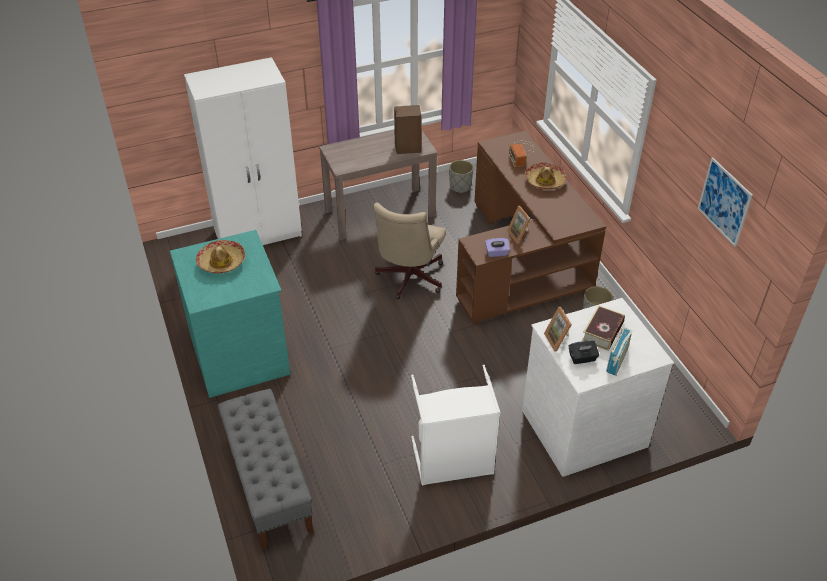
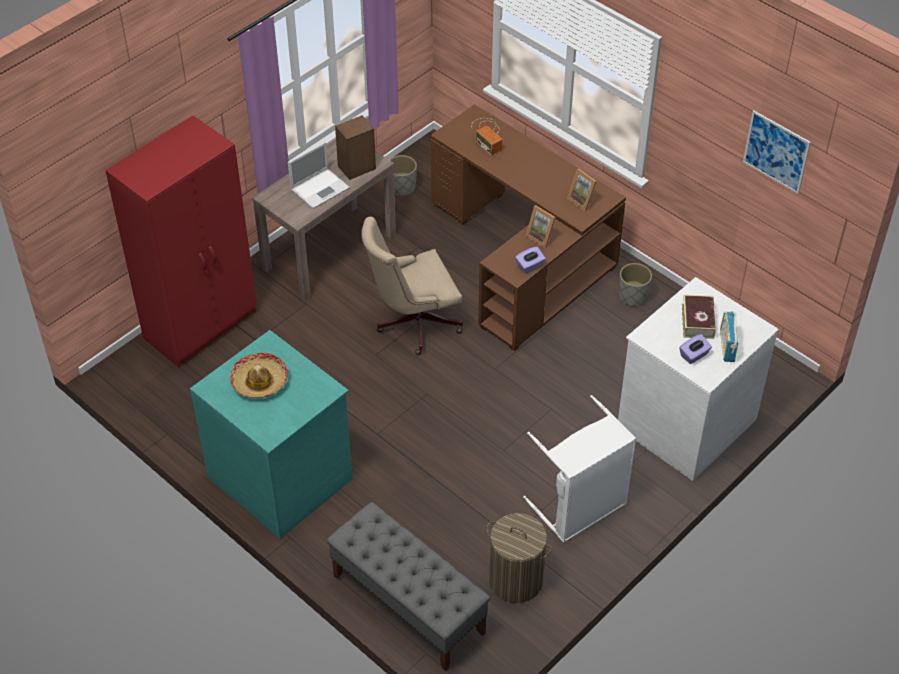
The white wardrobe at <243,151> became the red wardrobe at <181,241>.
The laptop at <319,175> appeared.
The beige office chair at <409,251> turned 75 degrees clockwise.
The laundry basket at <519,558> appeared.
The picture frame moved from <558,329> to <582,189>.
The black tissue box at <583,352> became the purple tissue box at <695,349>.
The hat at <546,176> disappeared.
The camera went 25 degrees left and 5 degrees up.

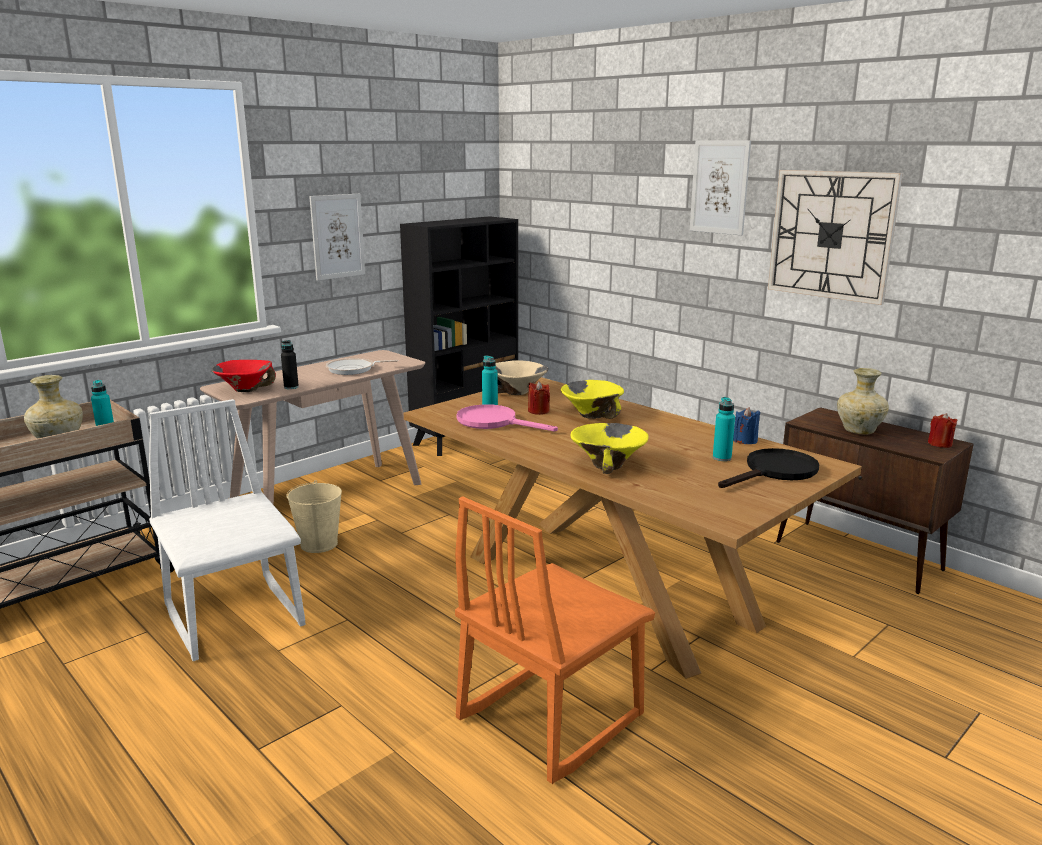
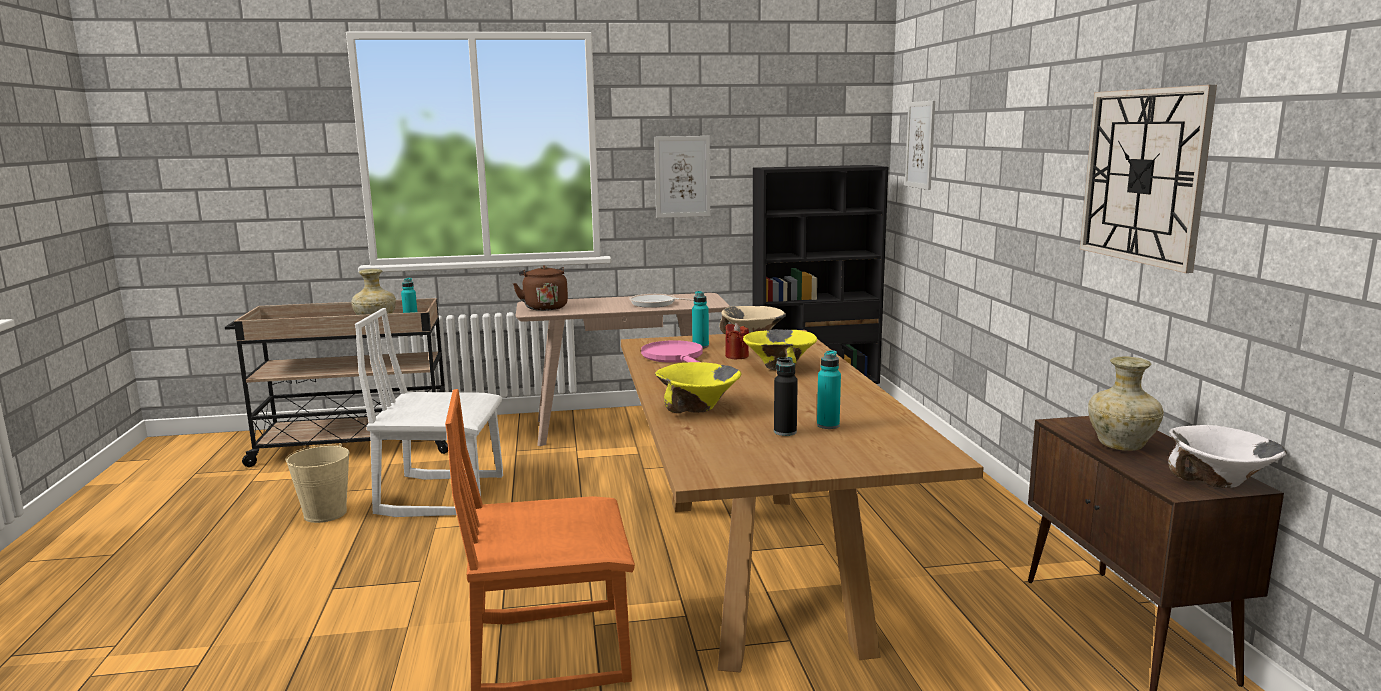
The beige bucket moved from <314,516> to <317,483>.
The white chair at <227,530> turned 90 degrees counterclockwise.
The red bowl at <243,376> was replaced by the brown kettle at <540,288>.
The black bottle moved from <290,364> to <786,396>.
The picture moved from <720,187> to <920,145>.
The red candle at <942,430> was replaced by the white bowl at <1227,456>.
The black frying pan at <768,468> disappeared.
The blue candle at <746,425> disappeared.
The camera went 35 degrees right and 5 degrees down.

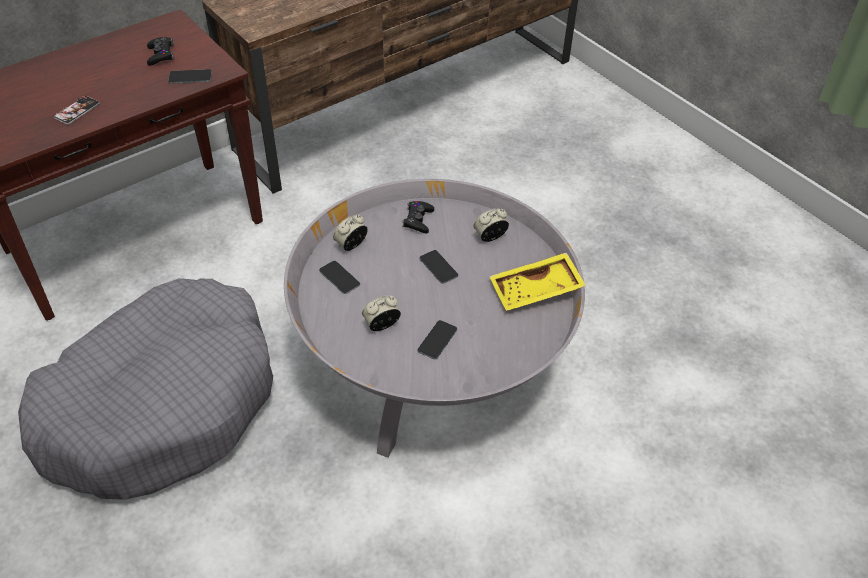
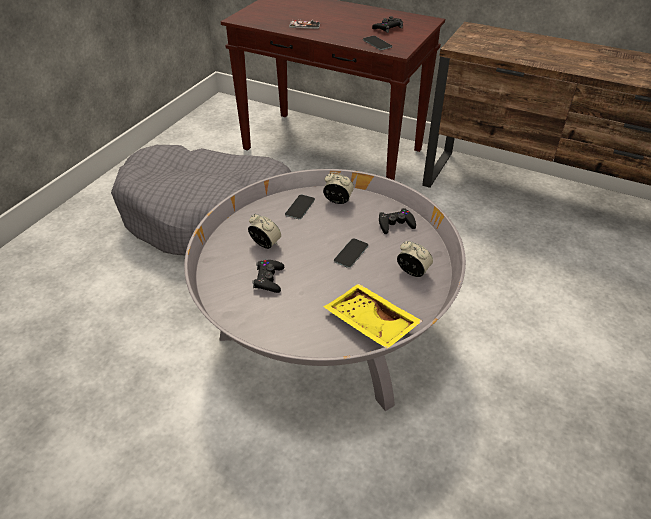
The phone at <437,339> was replaced by the black game controller at <268,276>.
The camera went 65 degrees right and 5 degrees down.

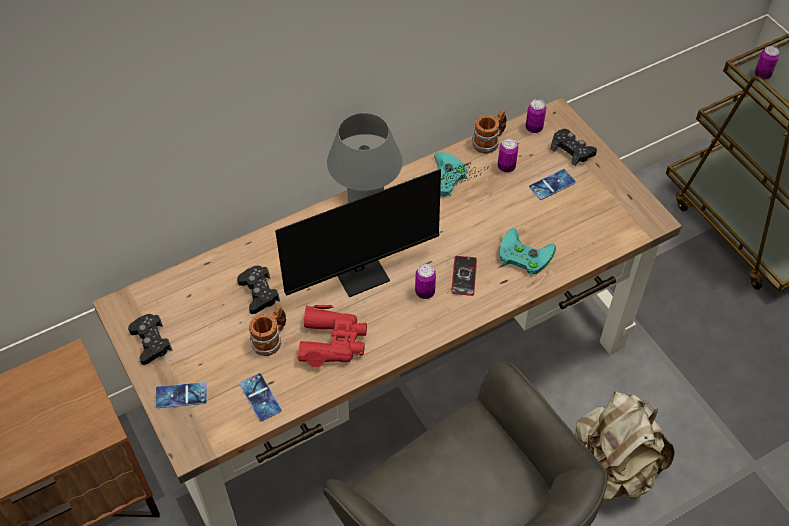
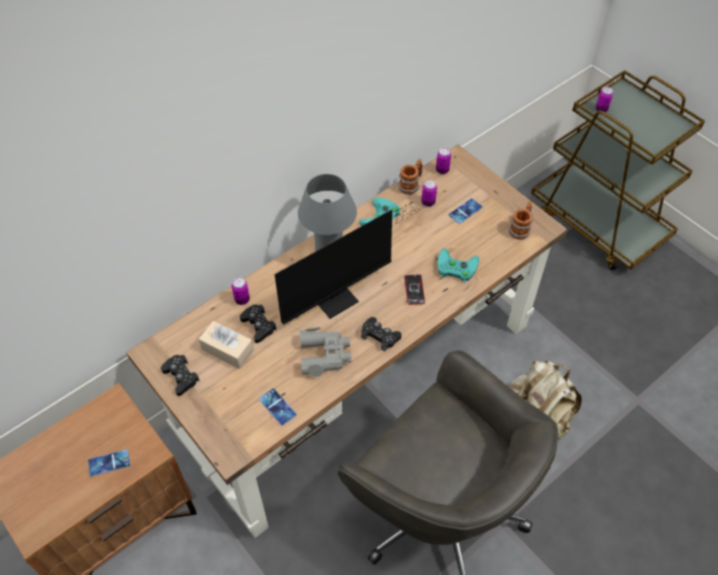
The phone moved from <181,395> to <109,462>.
The beige tissue box at <226,345> appeared.
The can moved from <425,281> to <241,291>.
The red binoculars at <332,336> became the grey binoculars at <325,352>.
The black game controller moved from <574,147> to <381,334>.
The mug moved from <267,330> to <521,220>.
The camera went 10 degrees left and 0 degrees up.

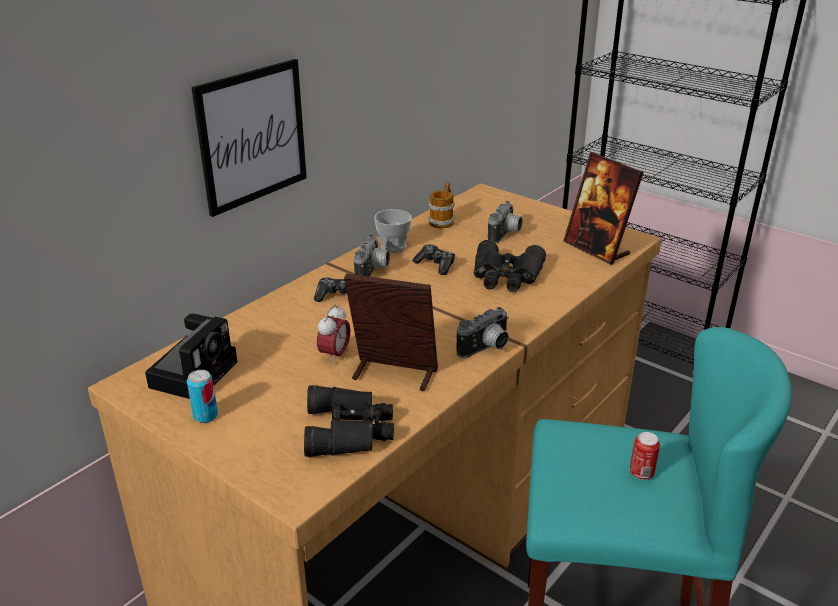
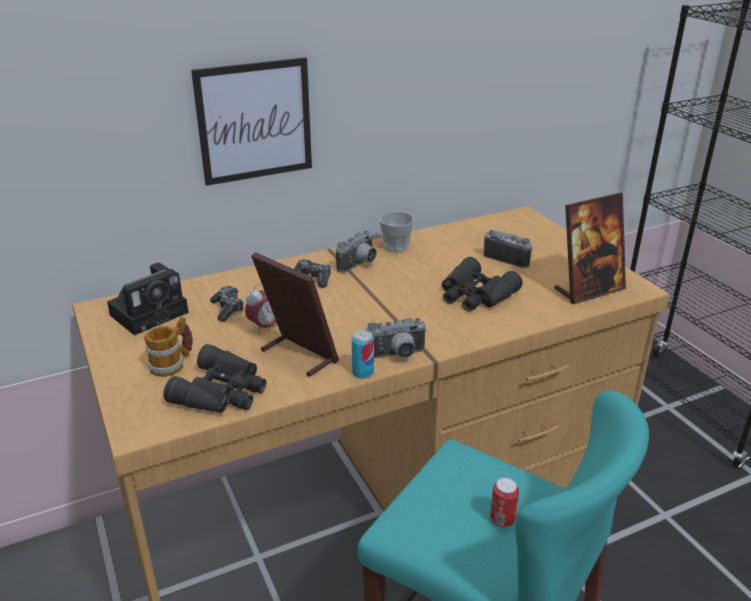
The mug moved from <441,205> to <168,347>.
The game controller moved from <434,259> to <227,303>.
The can moved from <202,396> to <363,354>.
The photo camera at <505,222> turned 105 degrees counterclockwise.
The picture frame at <603,208> turned 105 degrees counterclockwise.
The camera went 25 degrees right and 0 degrees up.

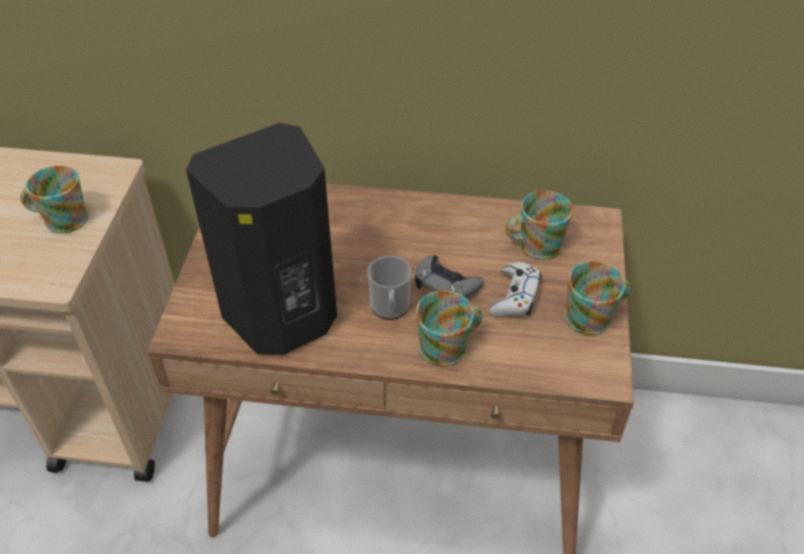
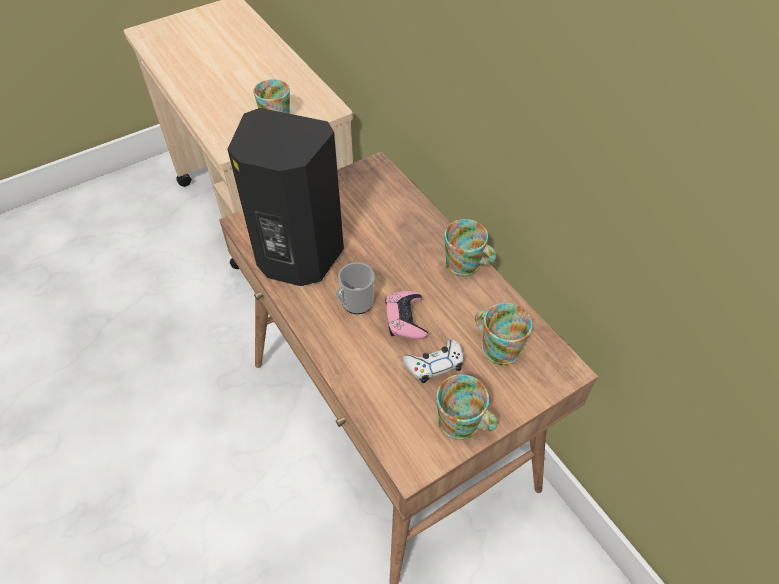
The grey game controller at <449,276> became the pink game controller at <406,315>.
The mug moved from <449,328> to <470,247>.
The camera went 50 degrees right and 5 degrees up.

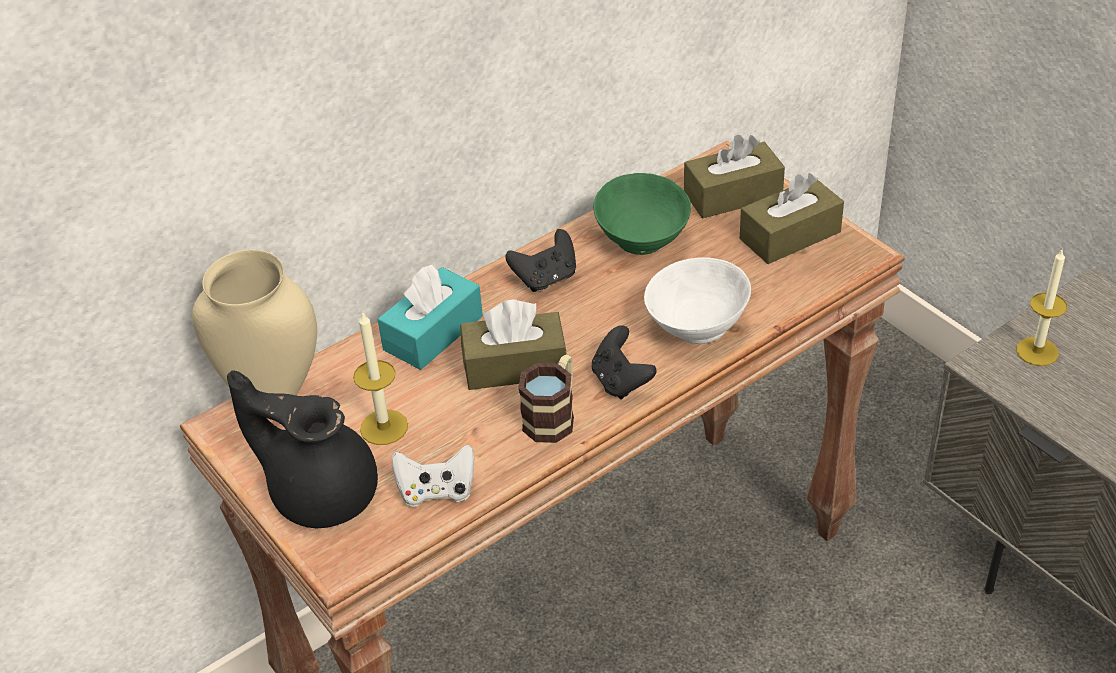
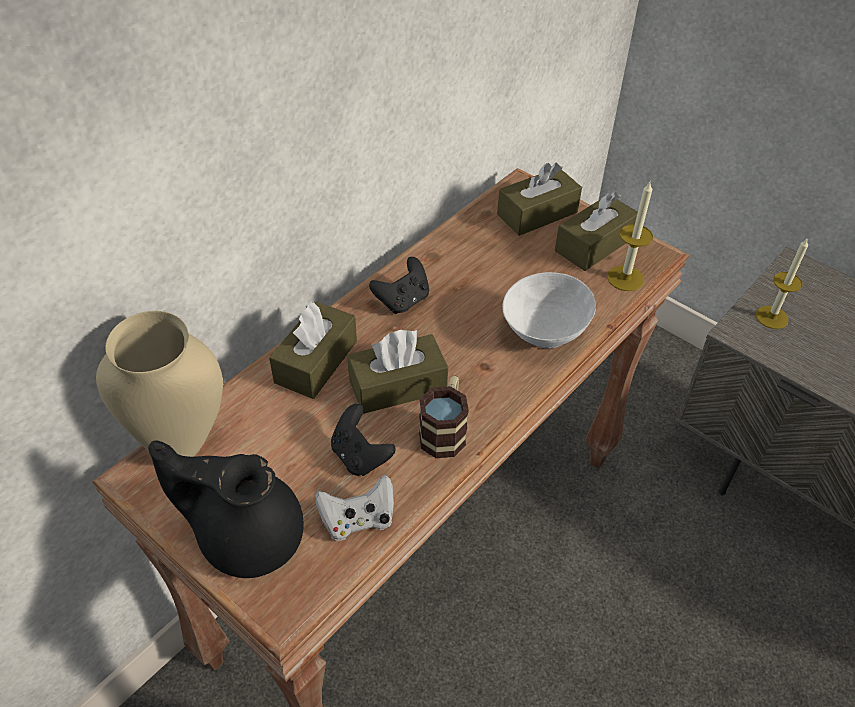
The turquoise tissue box at <430,317> became the brown tissue box at <313,350>.
The black game controller moved from <624,362> to <363,440>.
The candle moved from <380,378> to <630,236>.
The green bowl at <642,214> disappeared.
The camera went 15 degrees left and 5 degrees up.

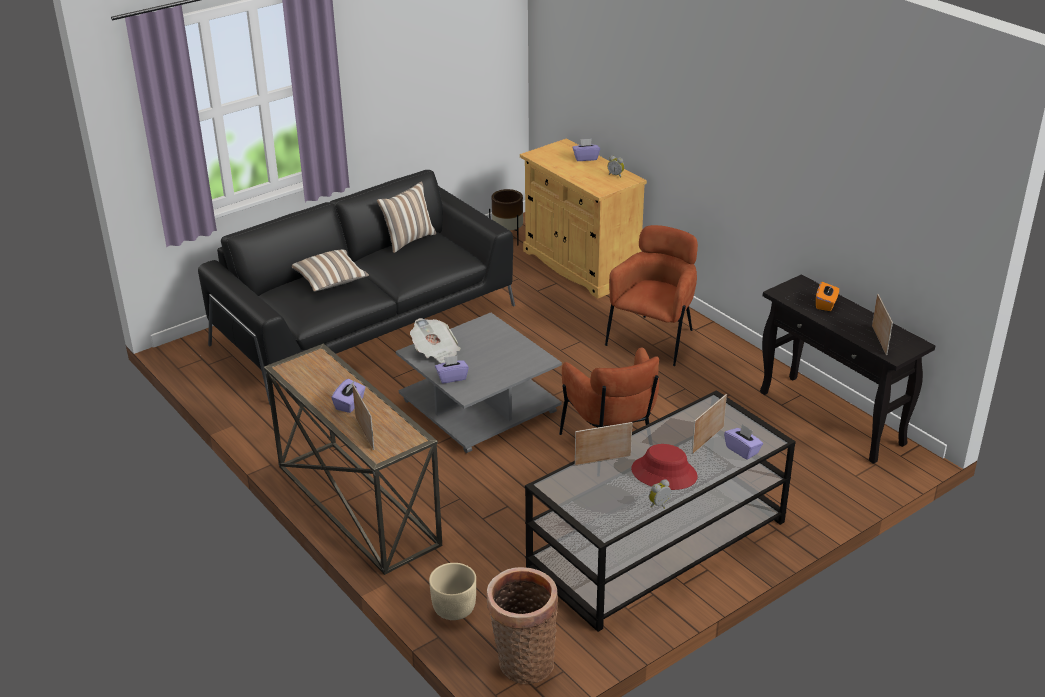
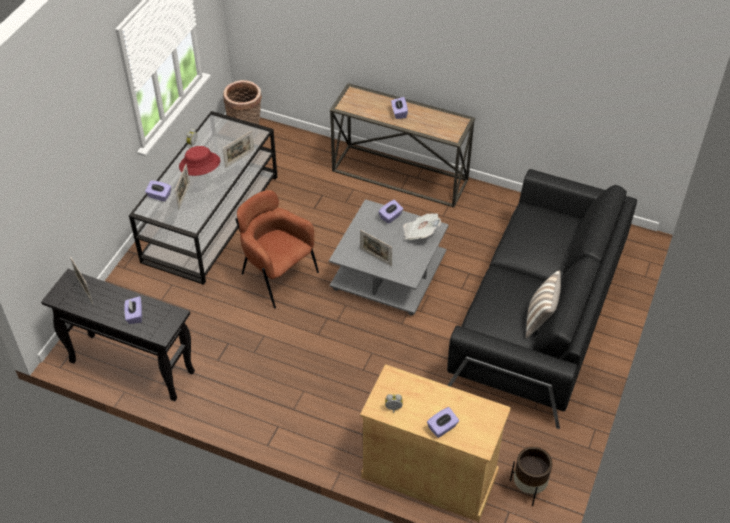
The orange tissue box at <827,296> became the purple tissue box at <133,310>.
The picture frame moved from <363,417> to <376,247>.
The pillow at <330,271> disappeared.
The beige planter at <452,591> disappeared.
The brown armchair at <651,295> disappeared.
The camera went 150 degrees right and 15 degrees up.

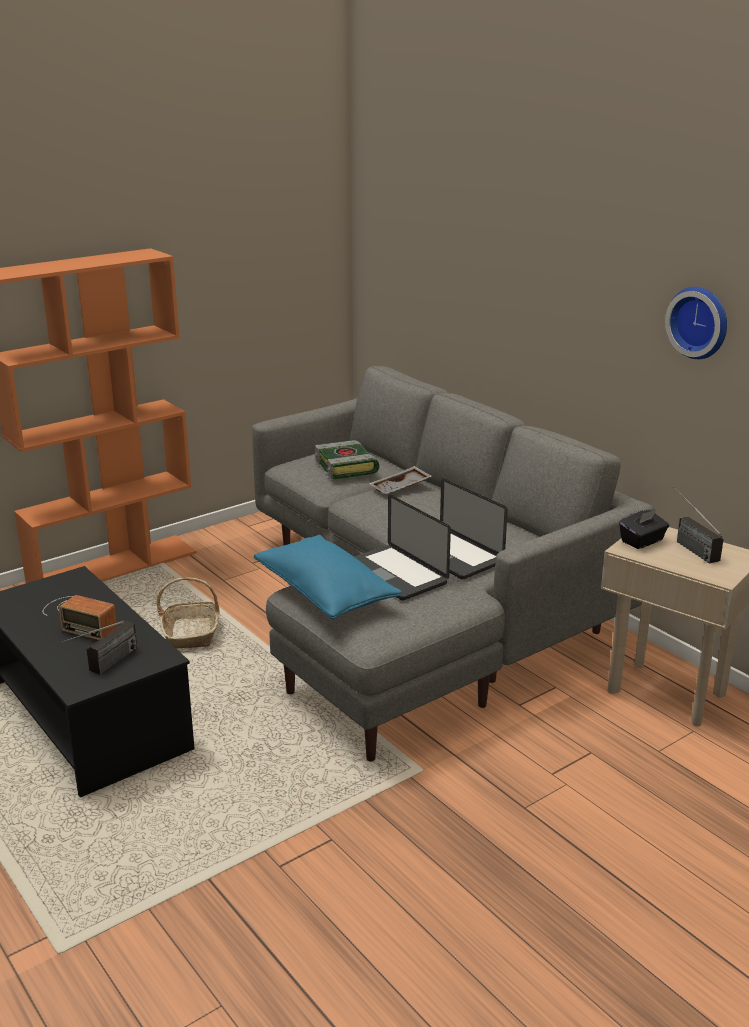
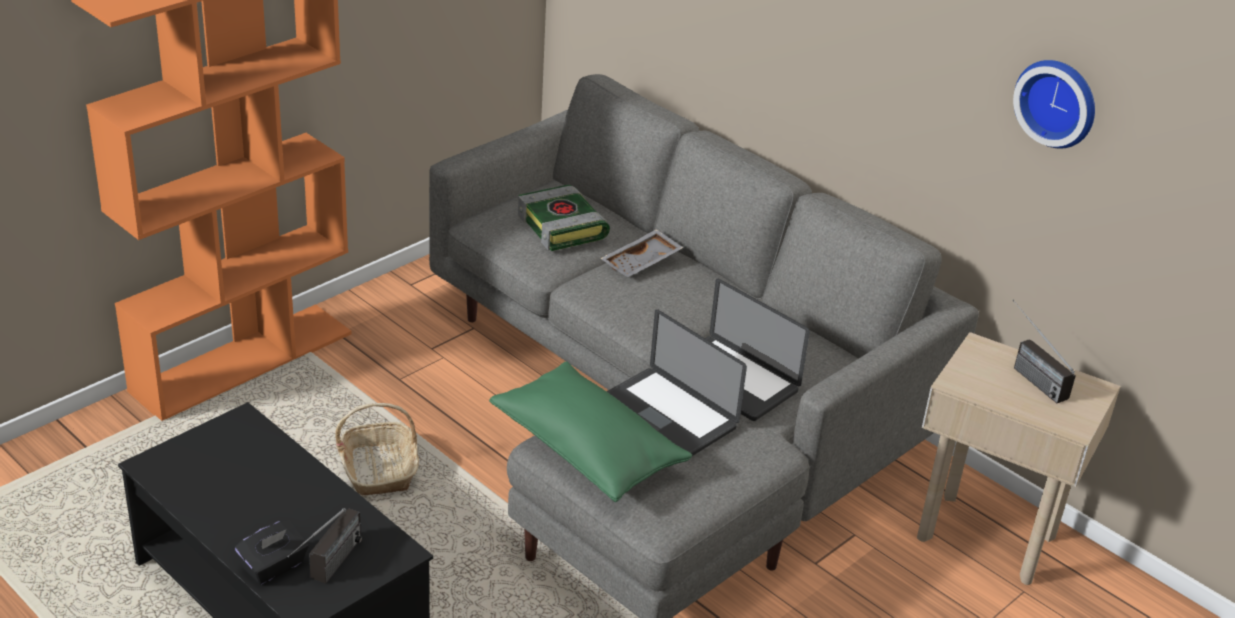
The black tissue box moved from <644,529> to <272,552>.
The blue pillow at <327,577> became the green pillow at <591,431>.
The radio at <80,617> disappeared.
The camera went 10 degrees left and 10 degrees up.

